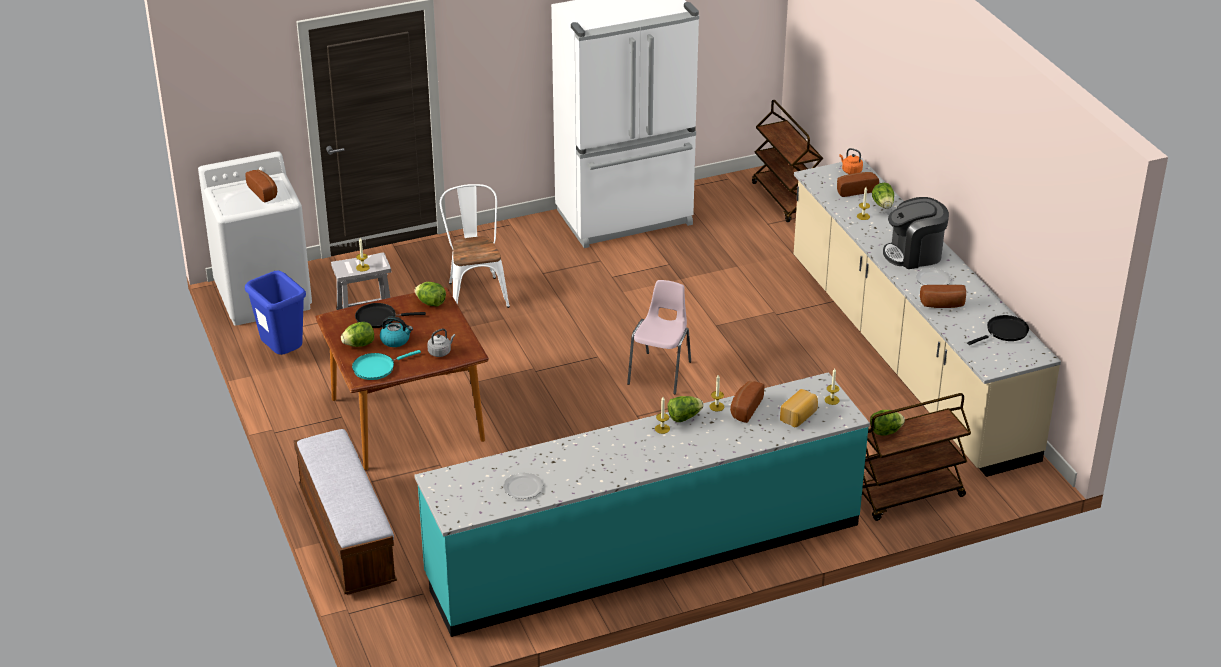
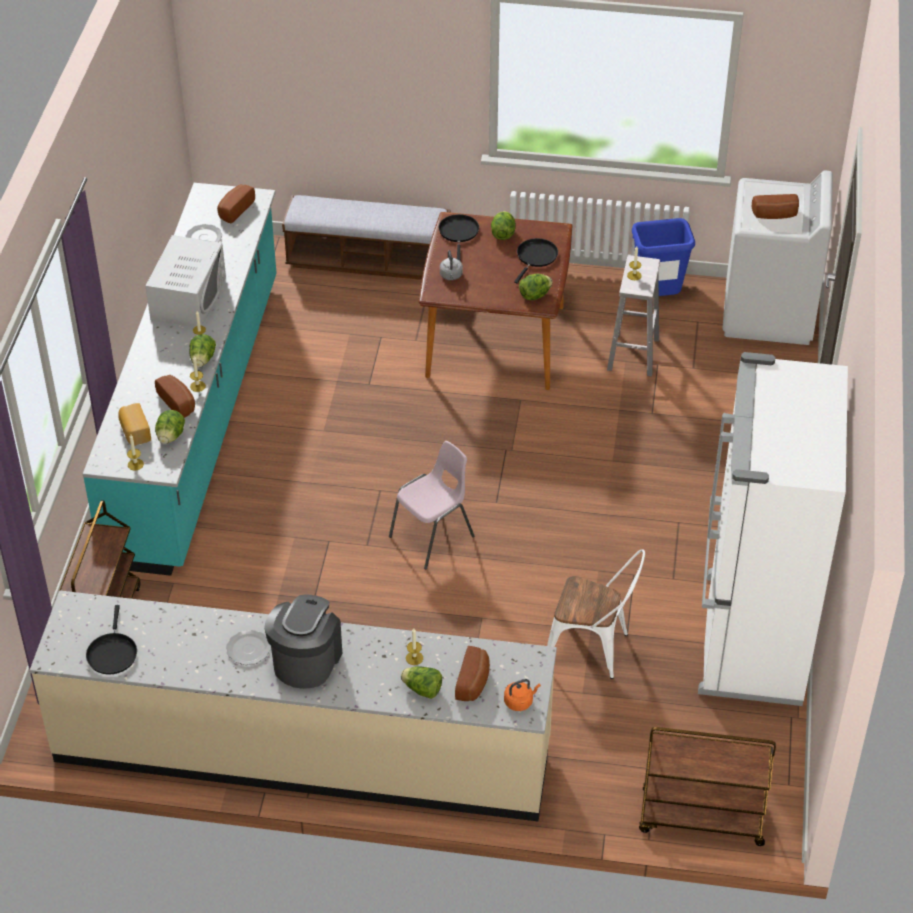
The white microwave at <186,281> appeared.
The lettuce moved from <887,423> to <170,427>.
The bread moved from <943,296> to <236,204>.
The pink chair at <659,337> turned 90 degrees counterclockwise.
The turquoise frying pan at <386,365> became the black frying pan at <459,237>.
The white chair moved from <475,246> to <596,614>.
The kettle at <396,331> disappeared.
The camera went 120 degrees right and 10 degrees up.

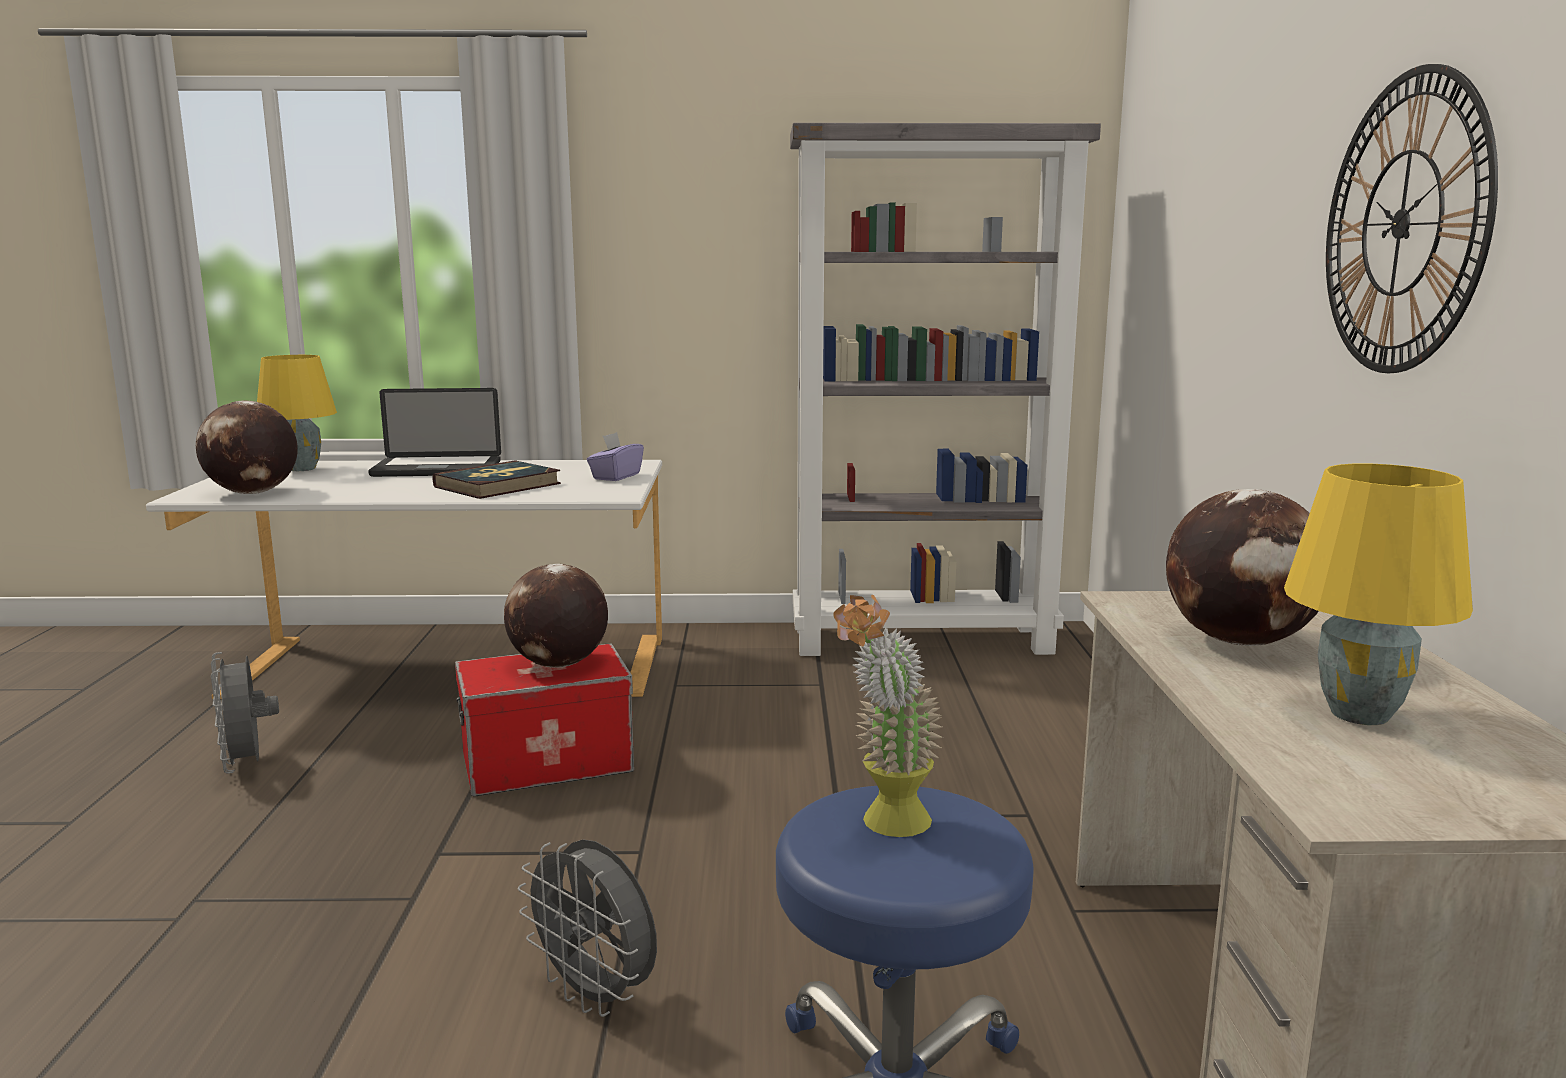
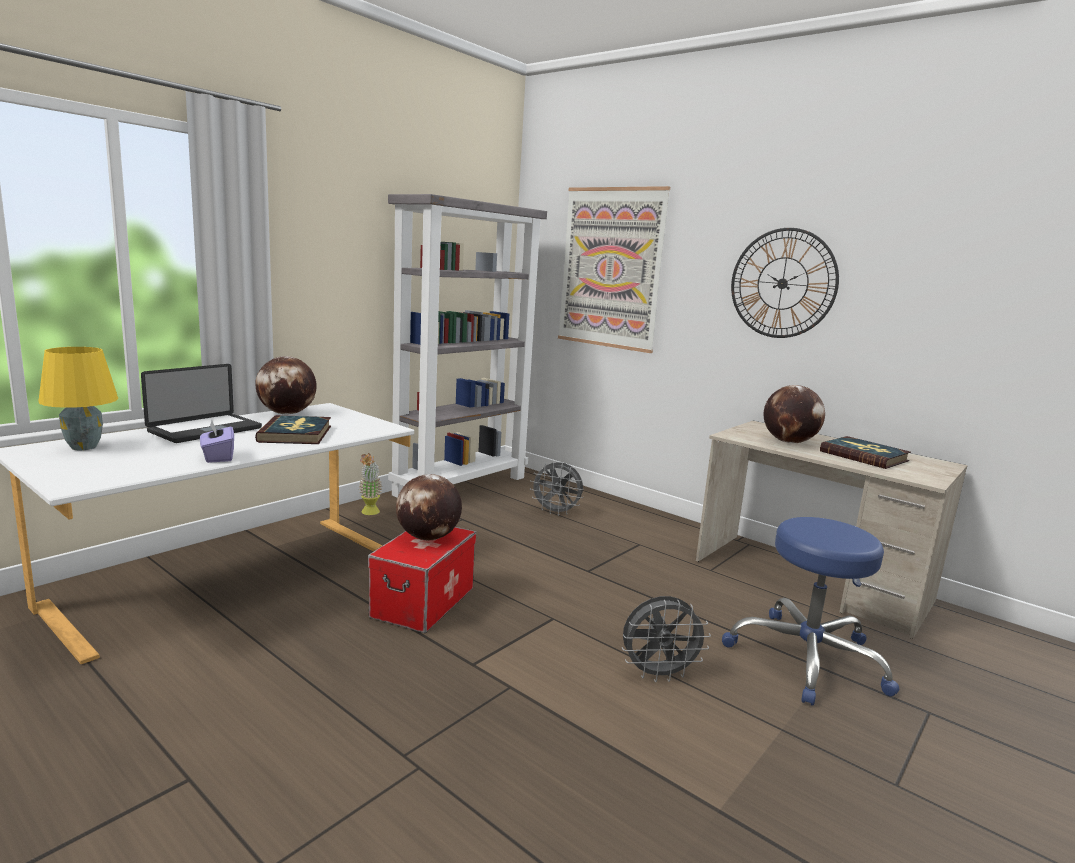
The purple tissue box moved from <615,456> to <217,441>.
The globe moved from <247,447> to <286,385>.
The potted plant moved from <888,716> to <370,484>.
The grey fan moved from <245,713> to <557,488>.
The picture at <614,269> appeared.
The yellow table lamp at <1378,594> was replaced by the book at <865,452>.
The camera went 50 degrees left and 0 degrees up.

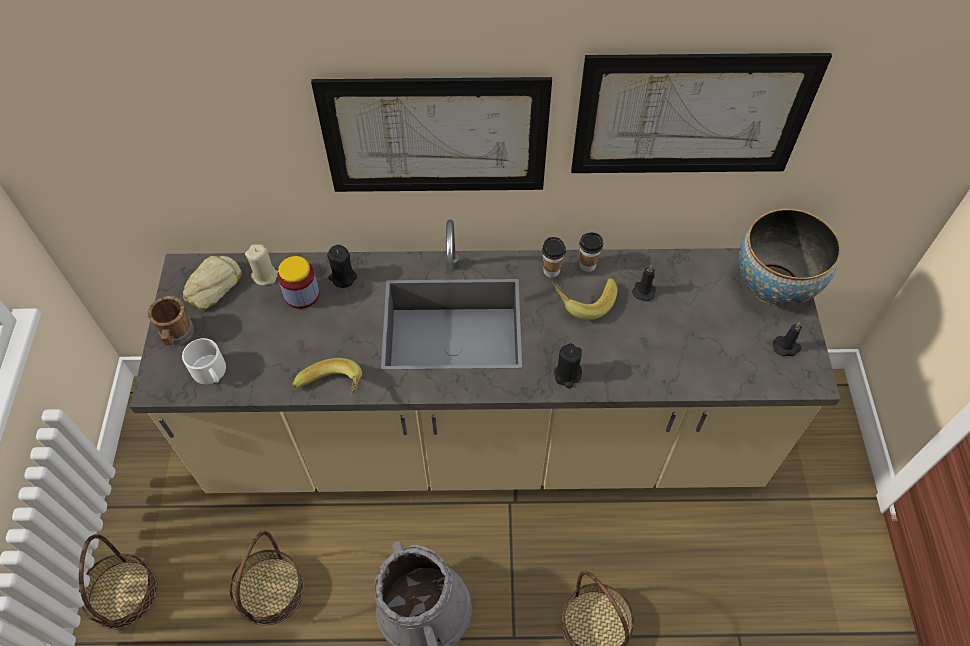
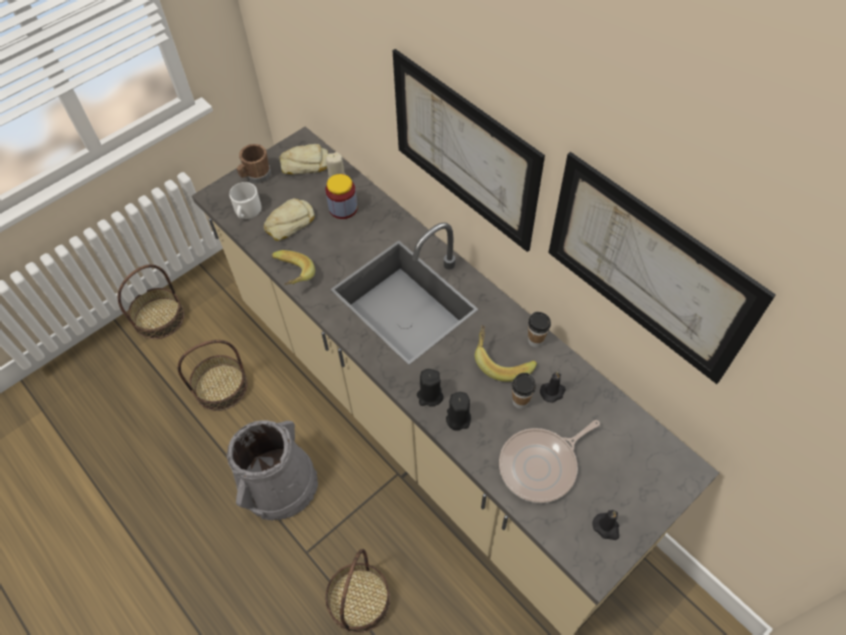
The bread at <289,219> appeared.
The black candle moved from <342,266> to <458,411>.
The frying pan at <549,461> appeared.
The cup moved from <554,257> to <524,391>.
The bowl at <790,257> disappeared.
The camera went 50 degrees right and 0 degrees up.

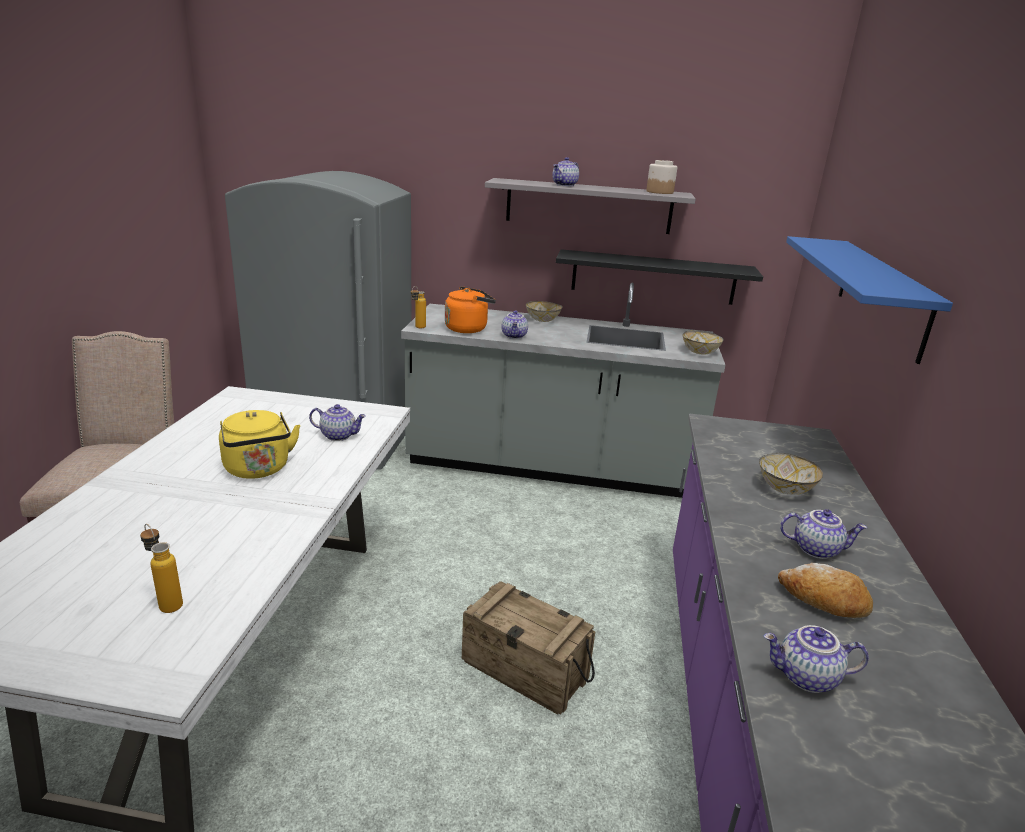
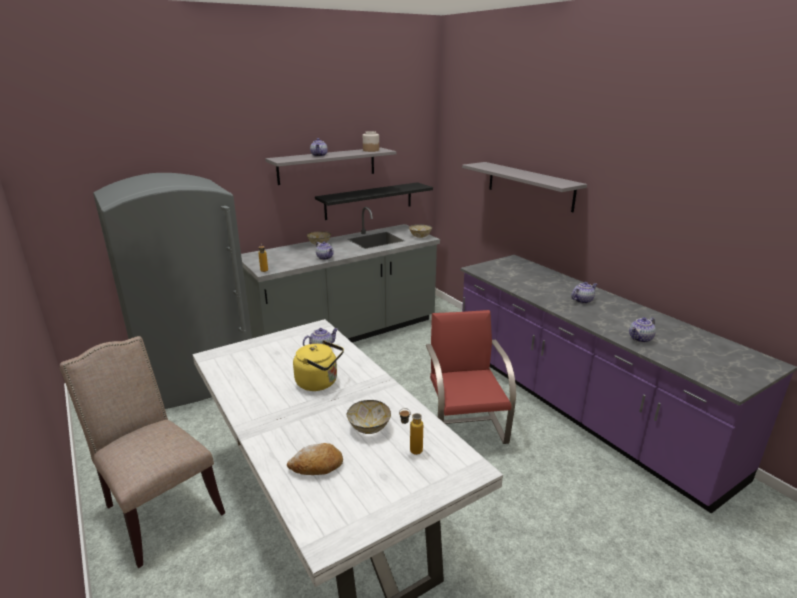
The bread moved from <825,590> to <315,459>.
The bowl moved from <791,474> to <369,417>.
The crate at <528,648> was replaced by the red chair at <471,377>.
The blue shelf at <869,300> became the grey shelf at <524,187>.
The orange kettle at <470,309> disappeared.
The camera went 40 degrees left and 0 degrees up.

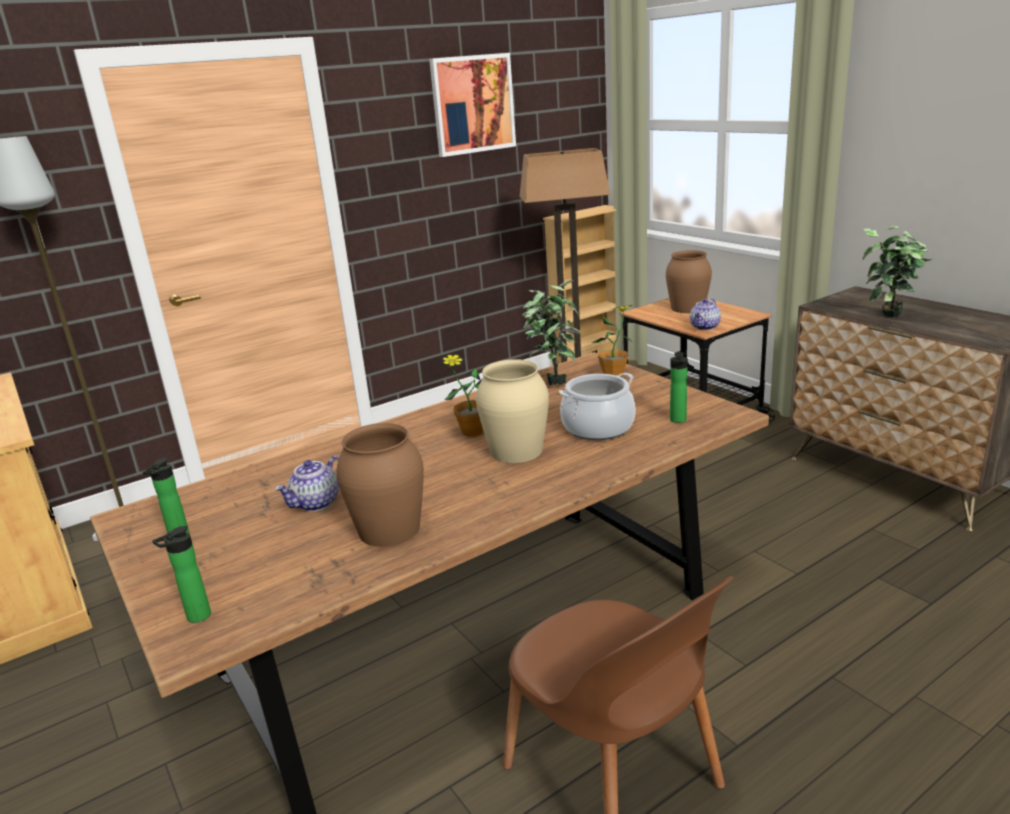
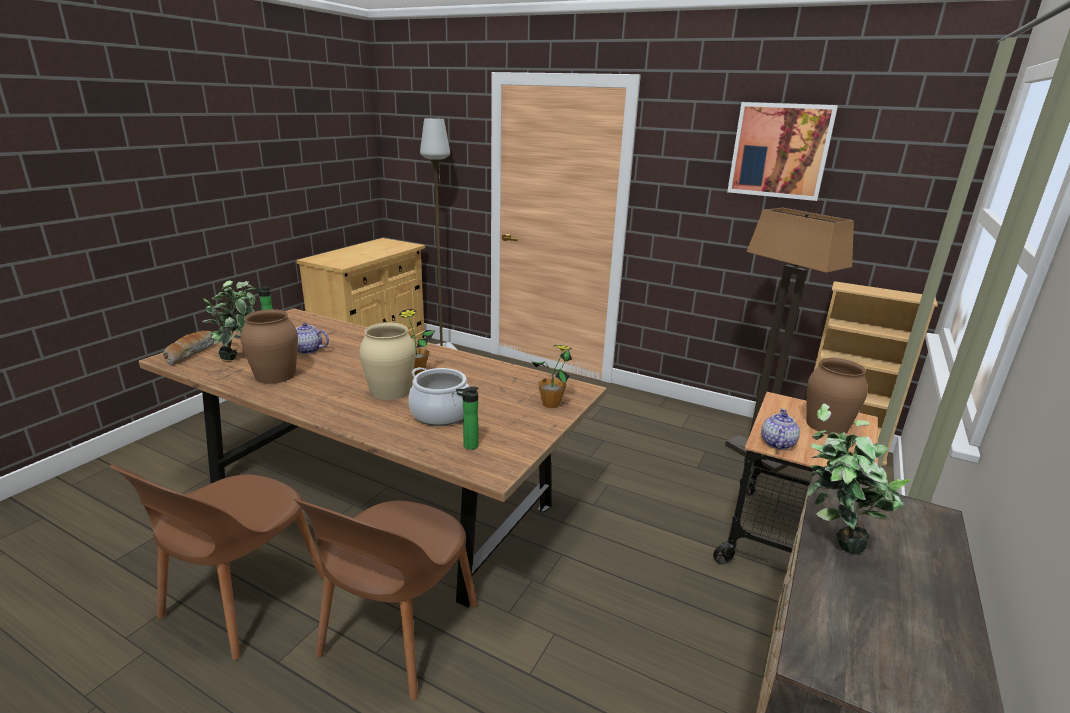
The bottle at <181,574> was replaced by the bread at <188,348>.
The potted plant moved from <551,332> to <229,320>.
The brown chair at <385,599> appeared.
The teapot at <705,314> turned 105 degrees clockwise.
The camera went 60 degrees right and 0 degrees up.

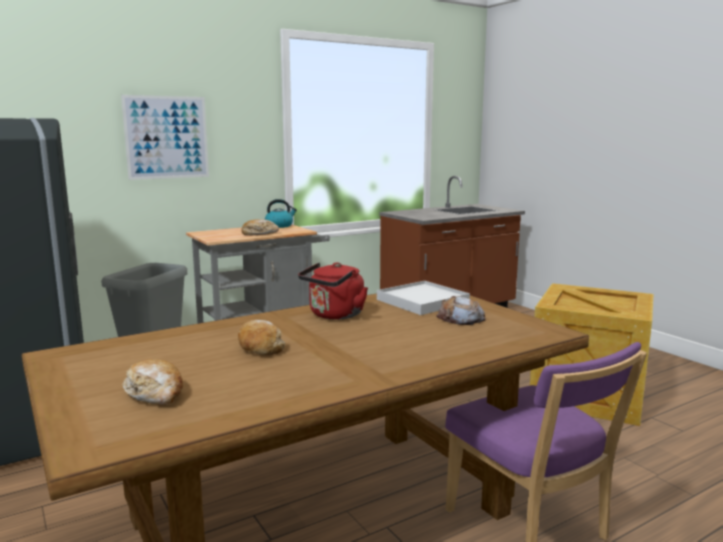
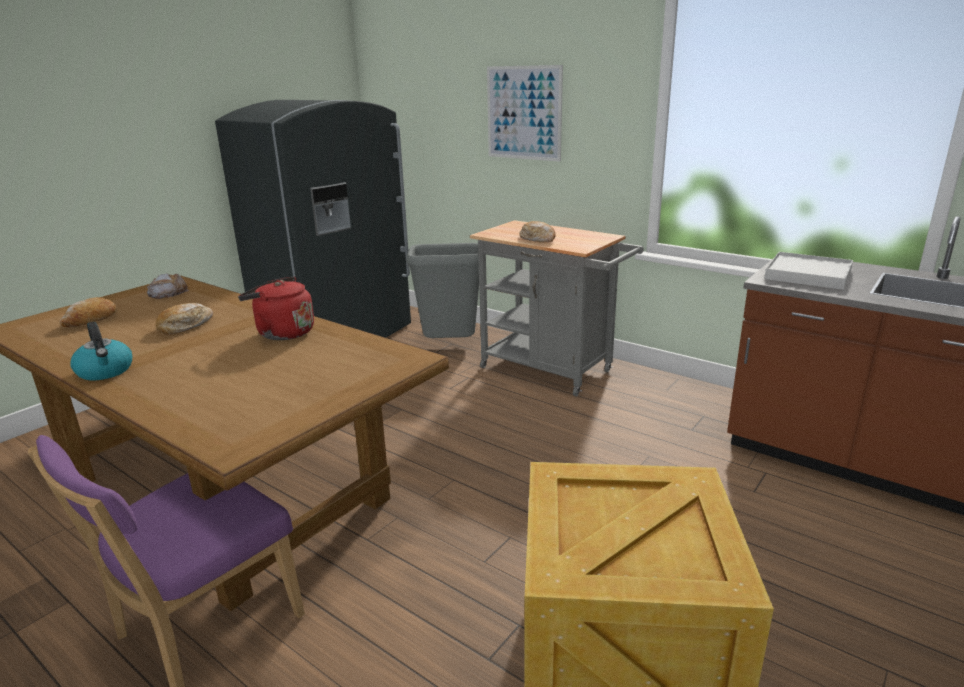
The kettle moved from <281,213> to <101,351>.
The bread moved from <461,310> to <168,286>.
The white tray moved from <423,298> to <808,271>.
The camera went 70 degrees right and 10 degrees up.

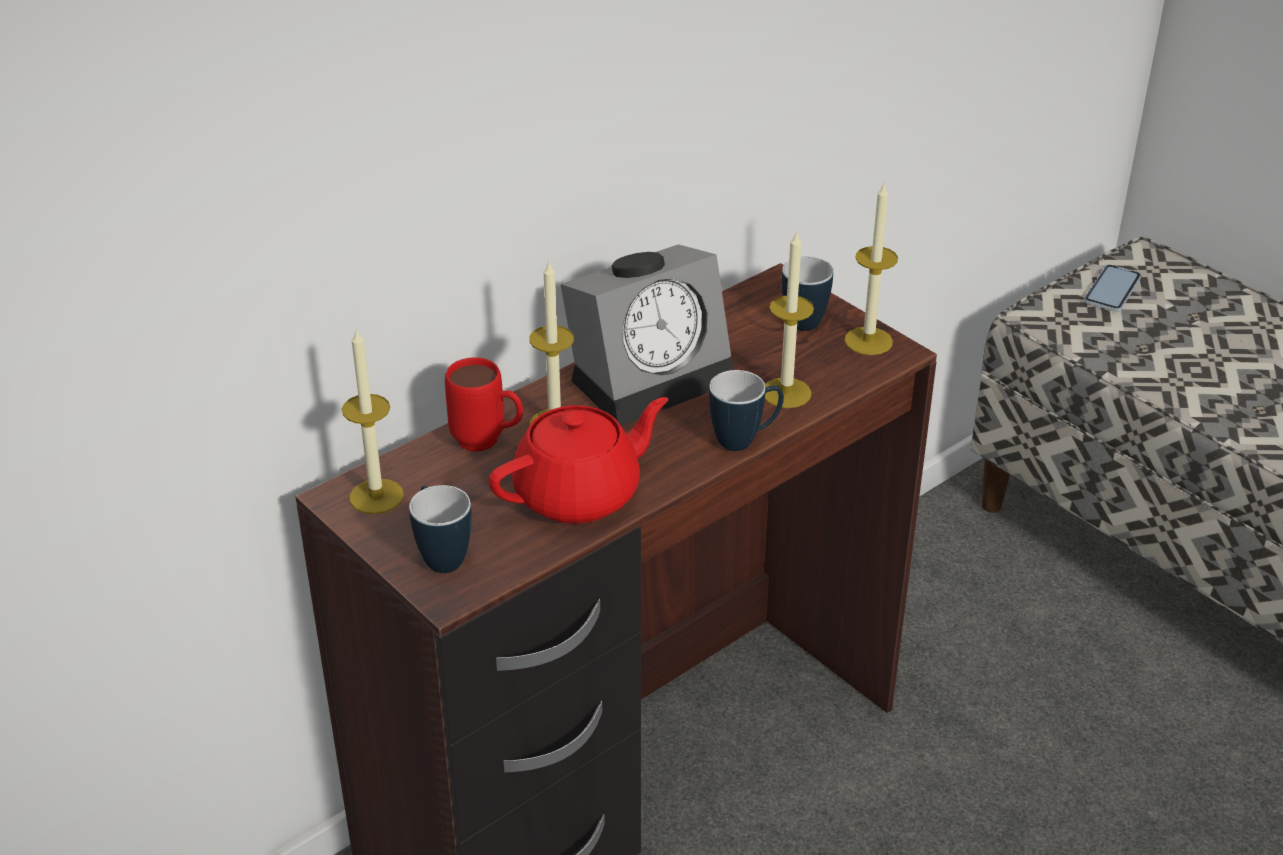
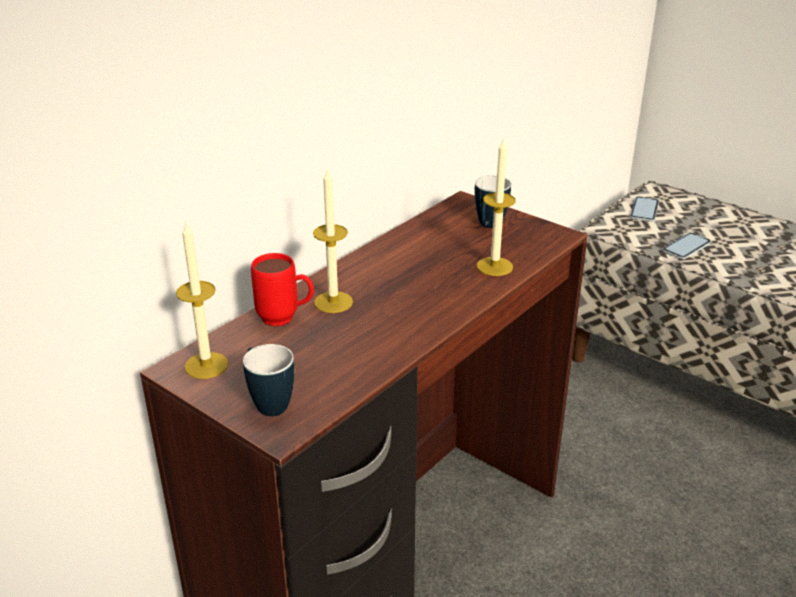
The phone at <686,246> appeared.
The red teapot at <578,460> disappeared.
The alarm clock at <646,335> disappeared.
The mug at <746,410> disappeared.
The candle at <871,269> disappeared.
The camera went 10 degrees left and 5 degrees down.

